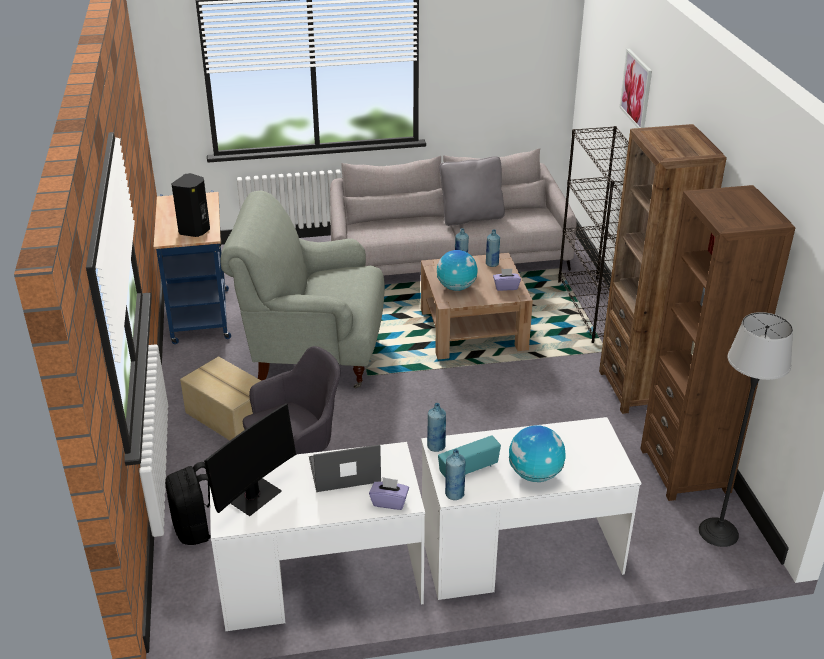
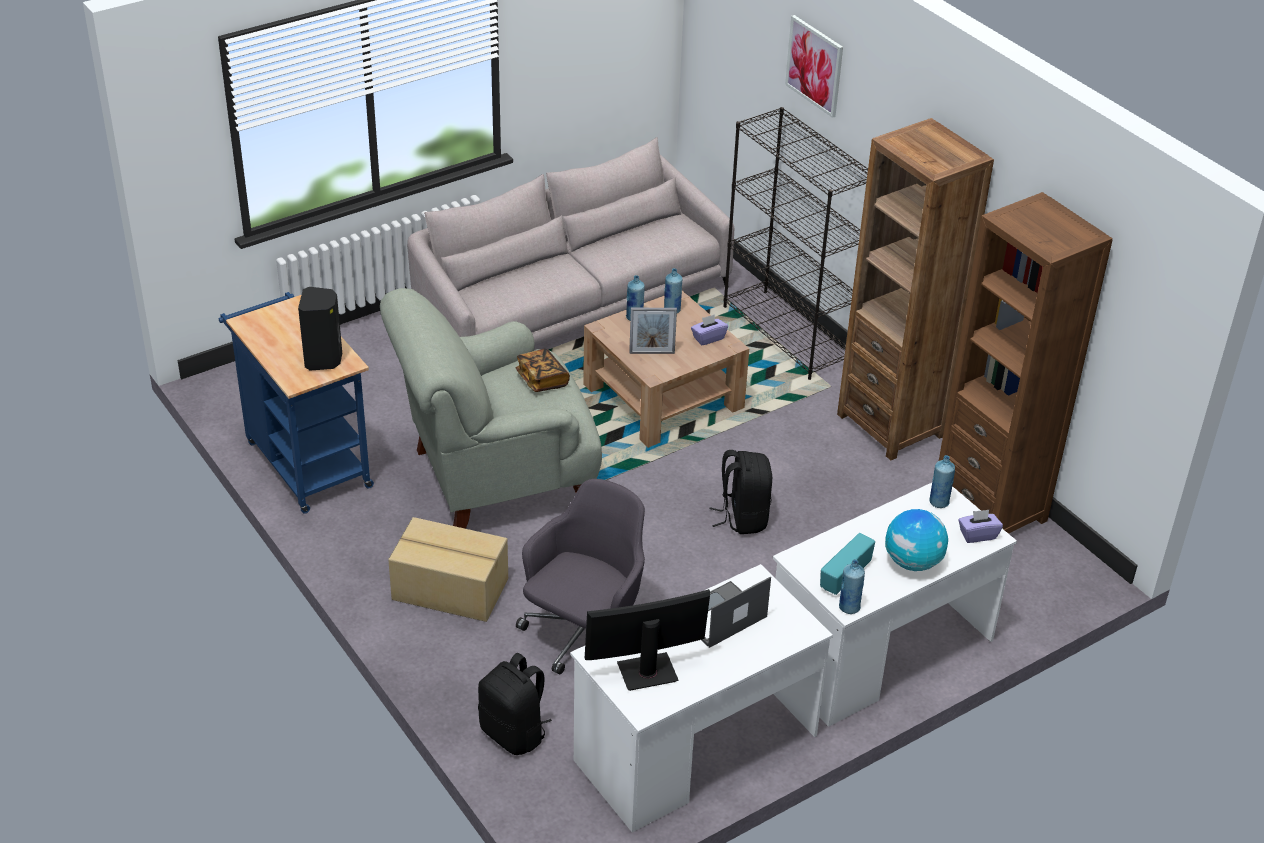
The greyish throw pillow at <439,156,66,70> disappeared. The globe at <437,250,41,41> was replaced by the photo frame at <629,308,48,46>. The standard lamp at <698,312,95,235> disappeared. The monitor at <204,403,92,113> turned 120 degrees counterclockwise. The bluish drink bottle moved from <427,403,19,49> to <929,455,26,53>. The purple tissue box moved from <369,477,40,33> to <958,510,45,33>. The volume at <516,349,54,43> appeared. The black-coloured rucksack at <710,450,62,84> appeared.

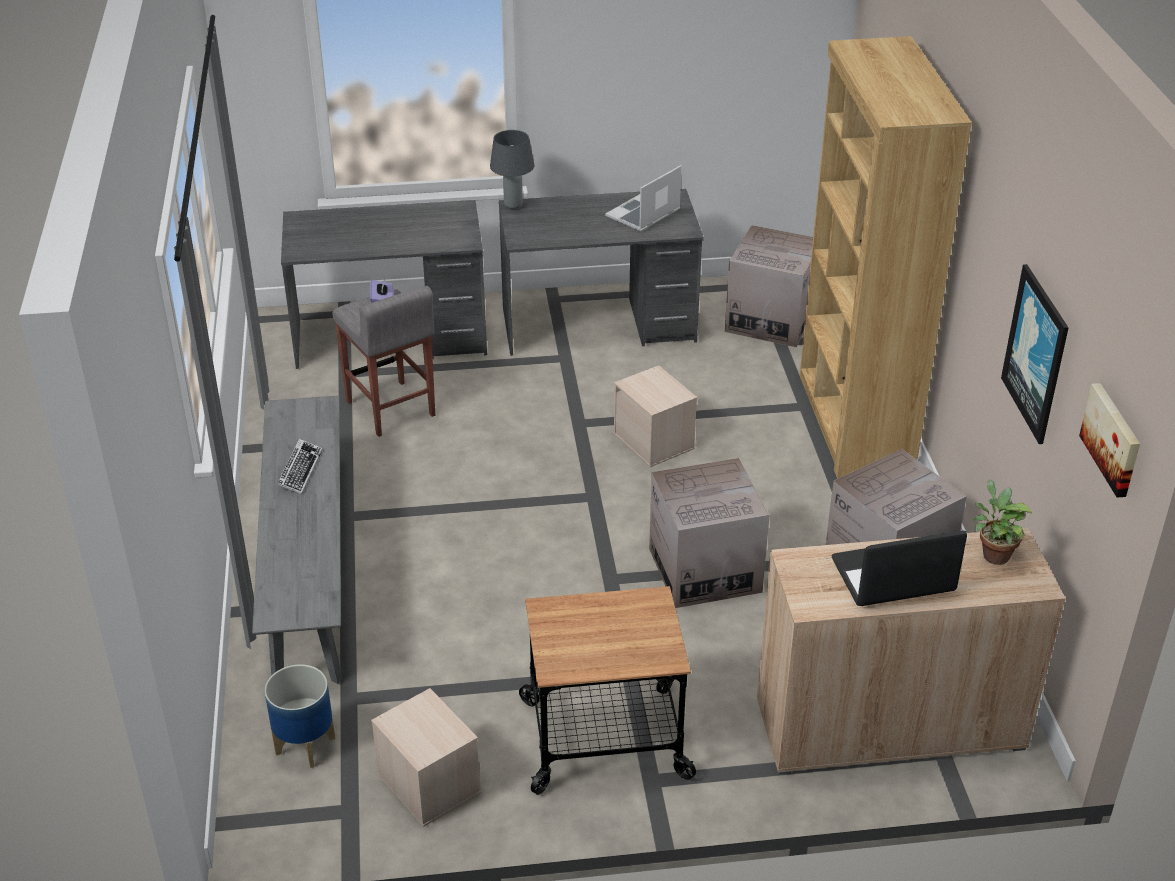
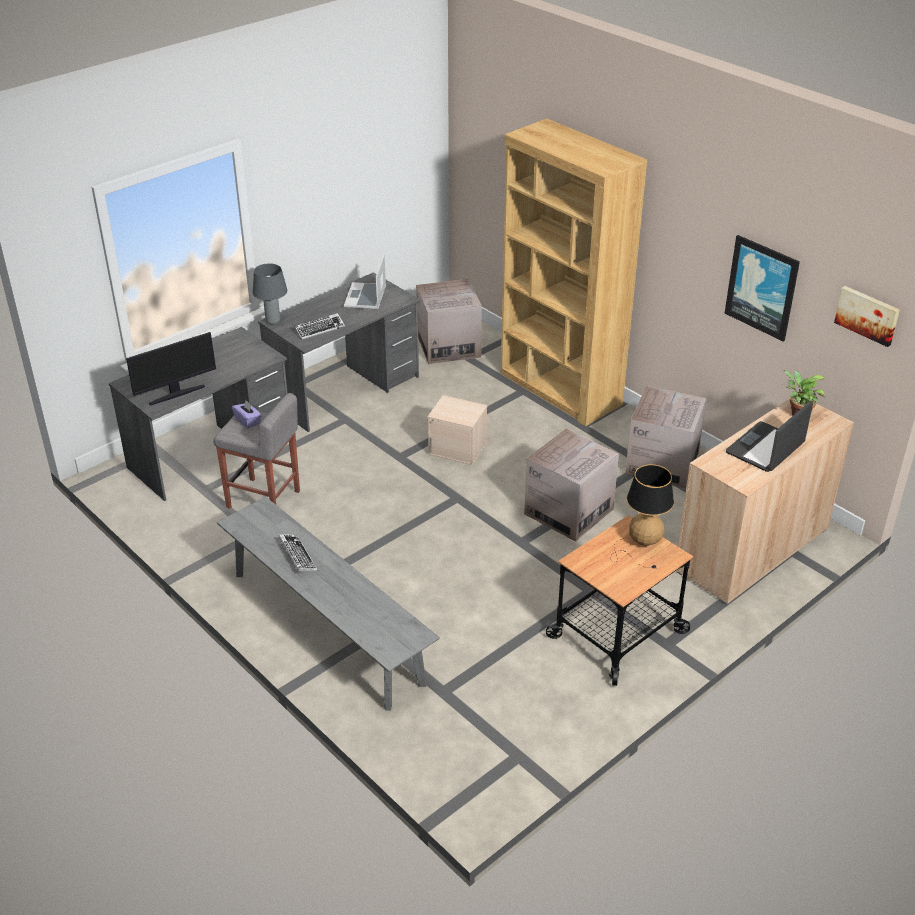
The flower pot at <265,664,70,104> disappeared. The beige-coloured storage container at <371,688,110,139> disappeared. The computer keyboard at <294,313,51,27> appeared. The monitor at <126,332,90,74> appeared. The lamp for a table at <610,464,64,104> appeared.

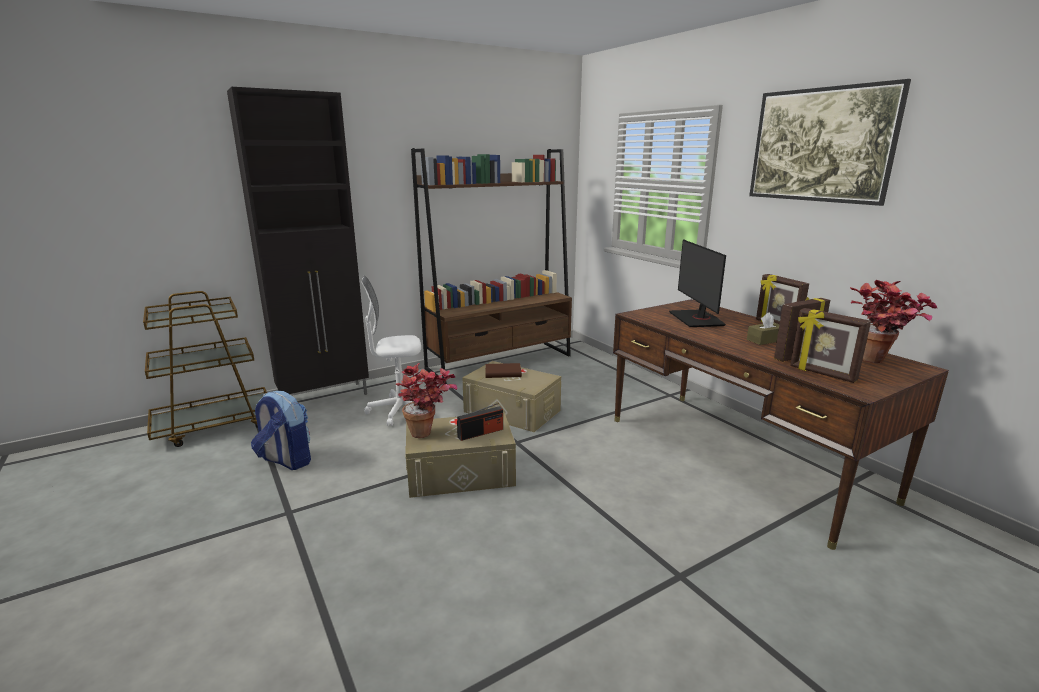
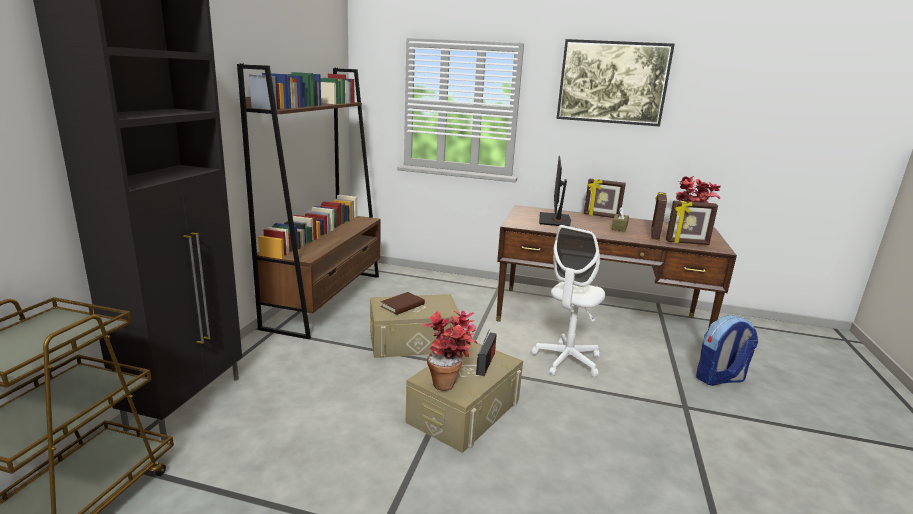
The monitor at <669,240,57,87> turned 60 degrees clockwise. The whitish desk chair moved from <361,276,60,150> to <532,225,73,152>. The rucksack moved from <251,391,60,79> to <696,315,62,71>.

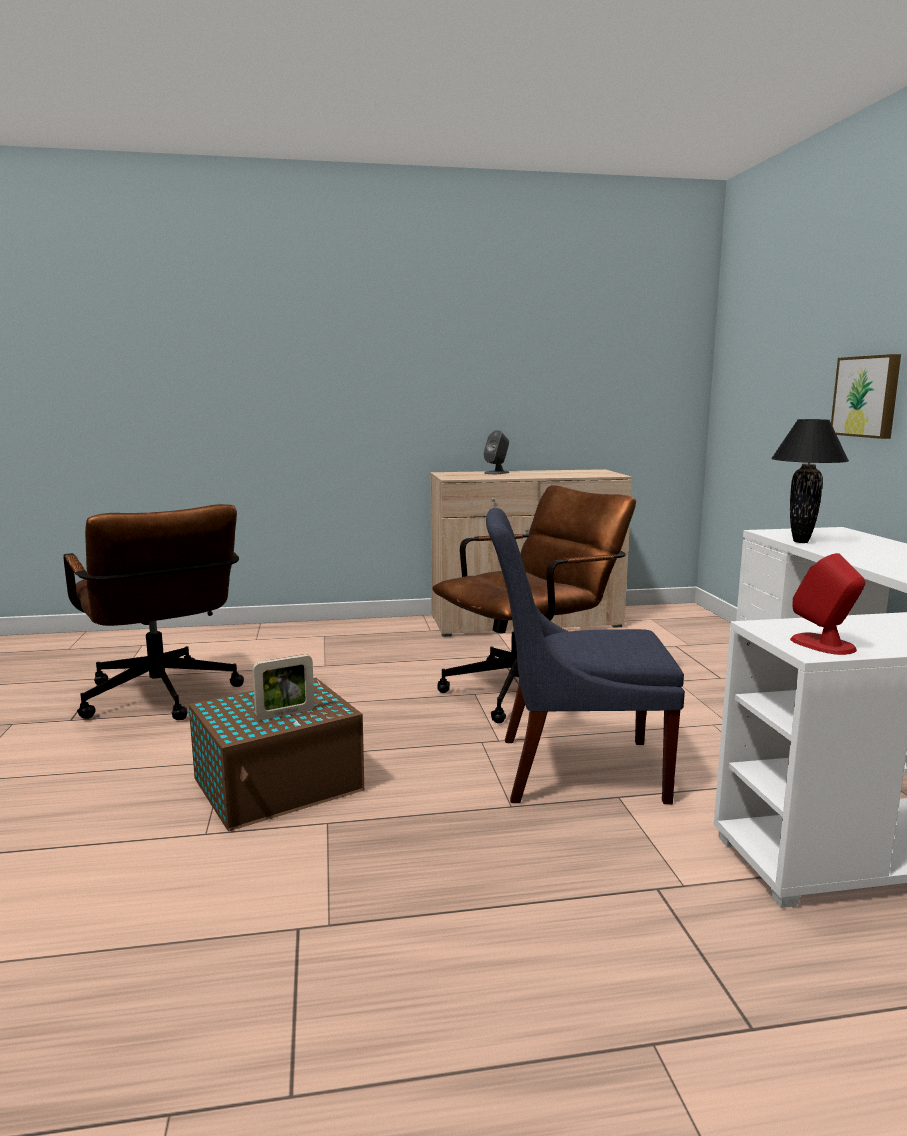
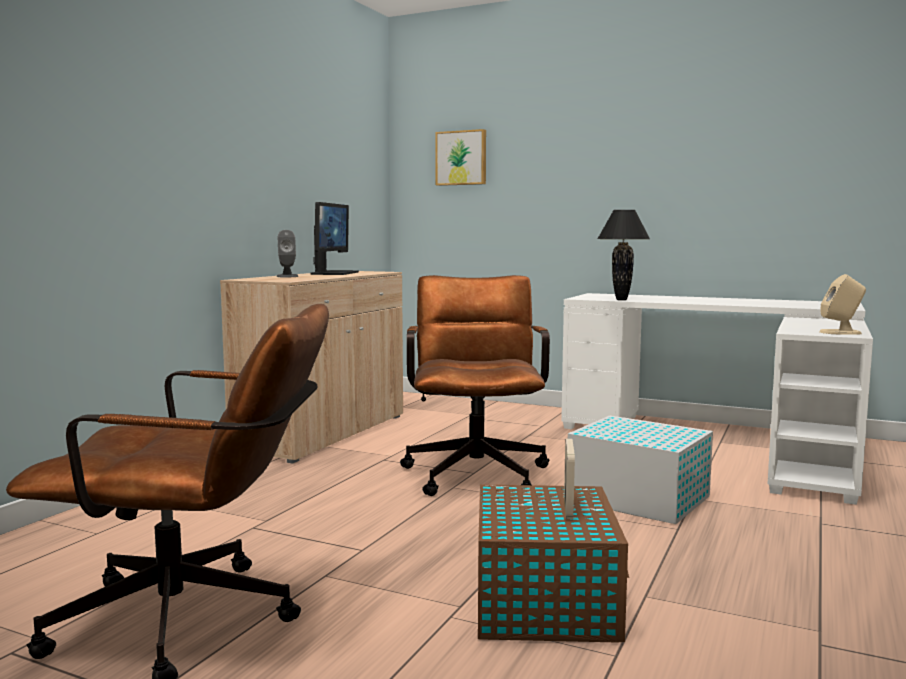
The wall picture moved from <831,354,70,85> to <435,129,51,57>. The bluish upright chair at <486,508,199,296> was replaced by the whitish storage container at <568,415,145,109>. The red speaker at <790,553,75,102> became the beige-coloured speaker at <819,274,47,61>. The monitor at <311,202,48,73> appeared.

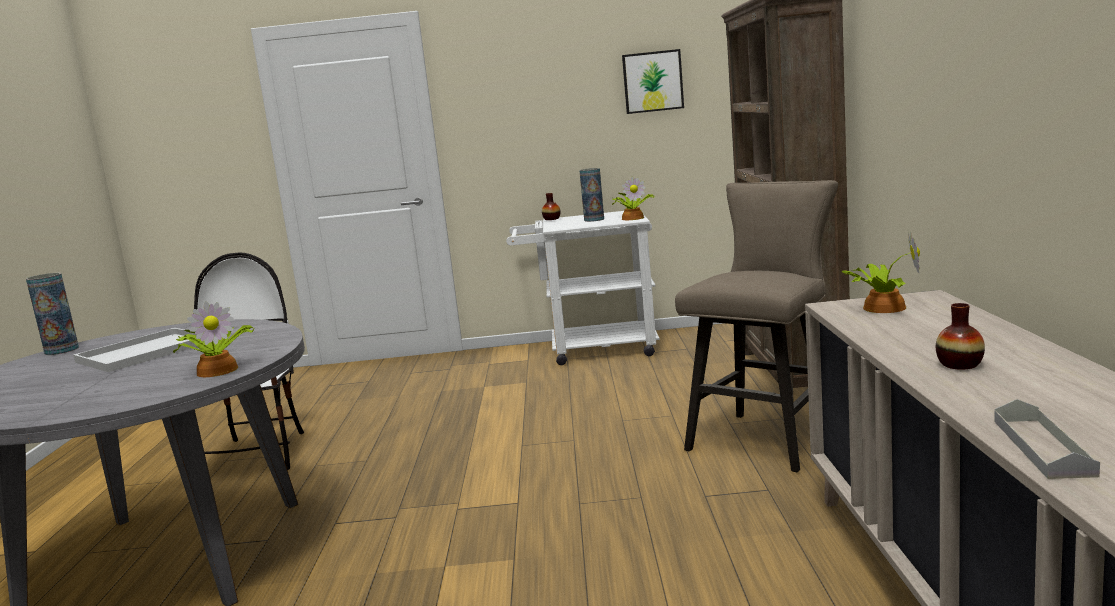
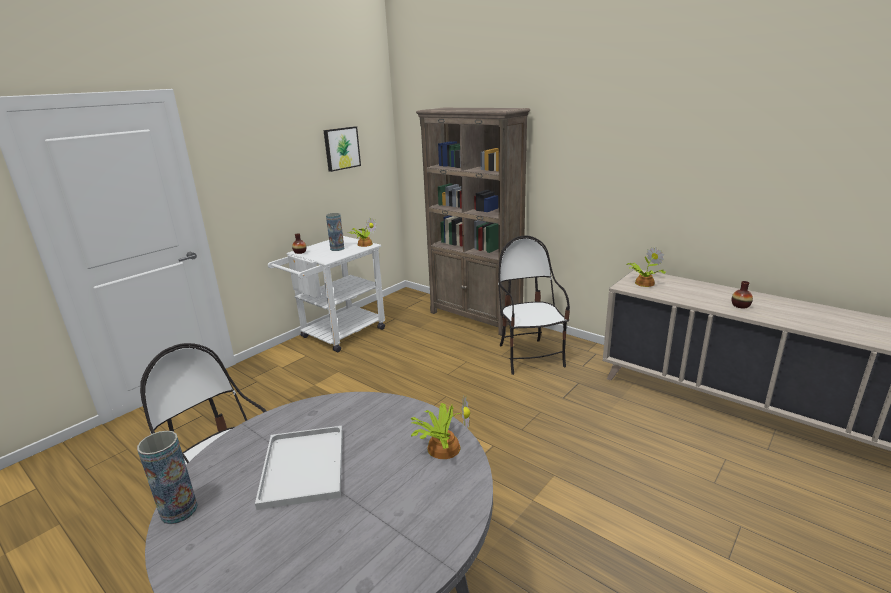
The beige-coloured stool at <675,180,163,292> was replaced by the upright chair at <498,235,72,140>. The greyish tray at <994,399,106,80> disappeared.

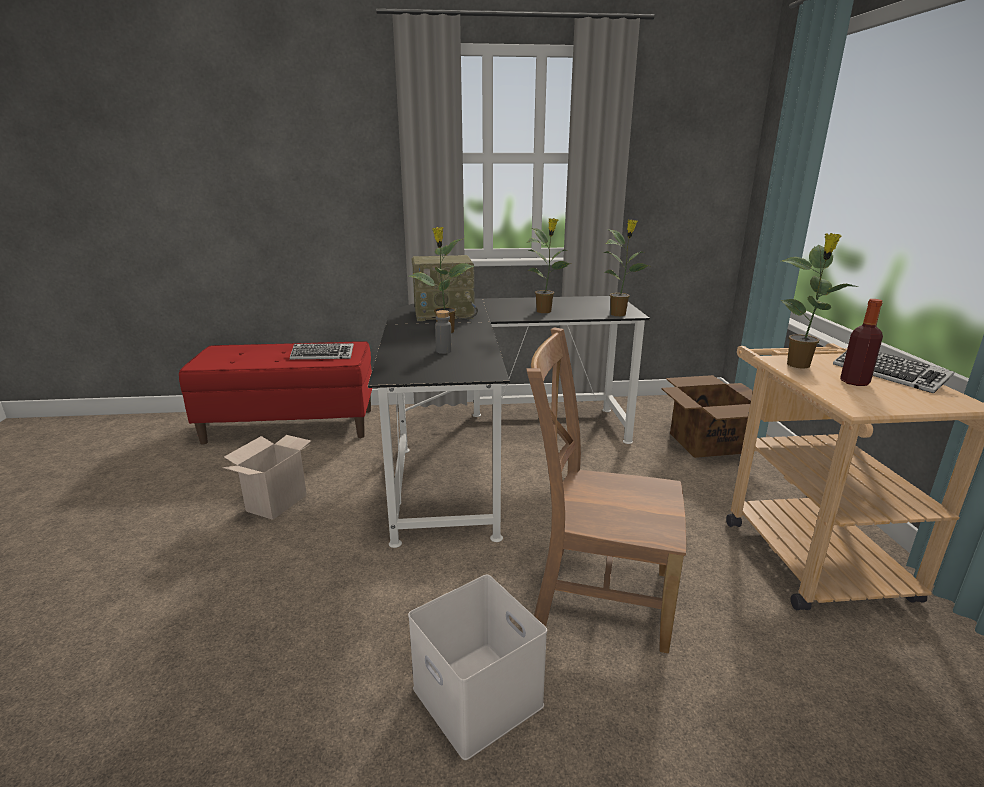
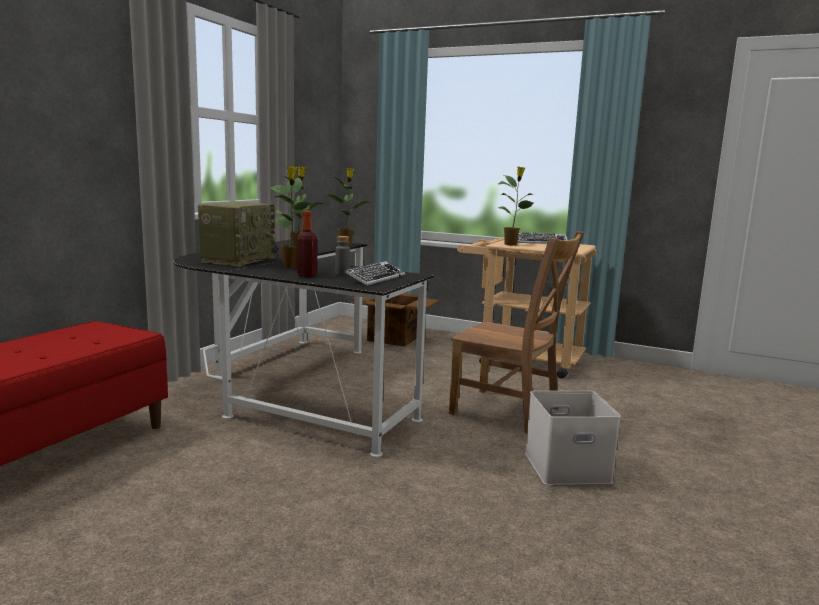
The drink bottle moved from <840,299,43,87> to <297,211,20,66>. The brownish upright chair at <526,328,160,326> turned 105 degrees counterclockwise. The computer keyboard moved from <290,343,64,16> to <345,261,60,25>. The carton at <222,435,89,85> disappeared.

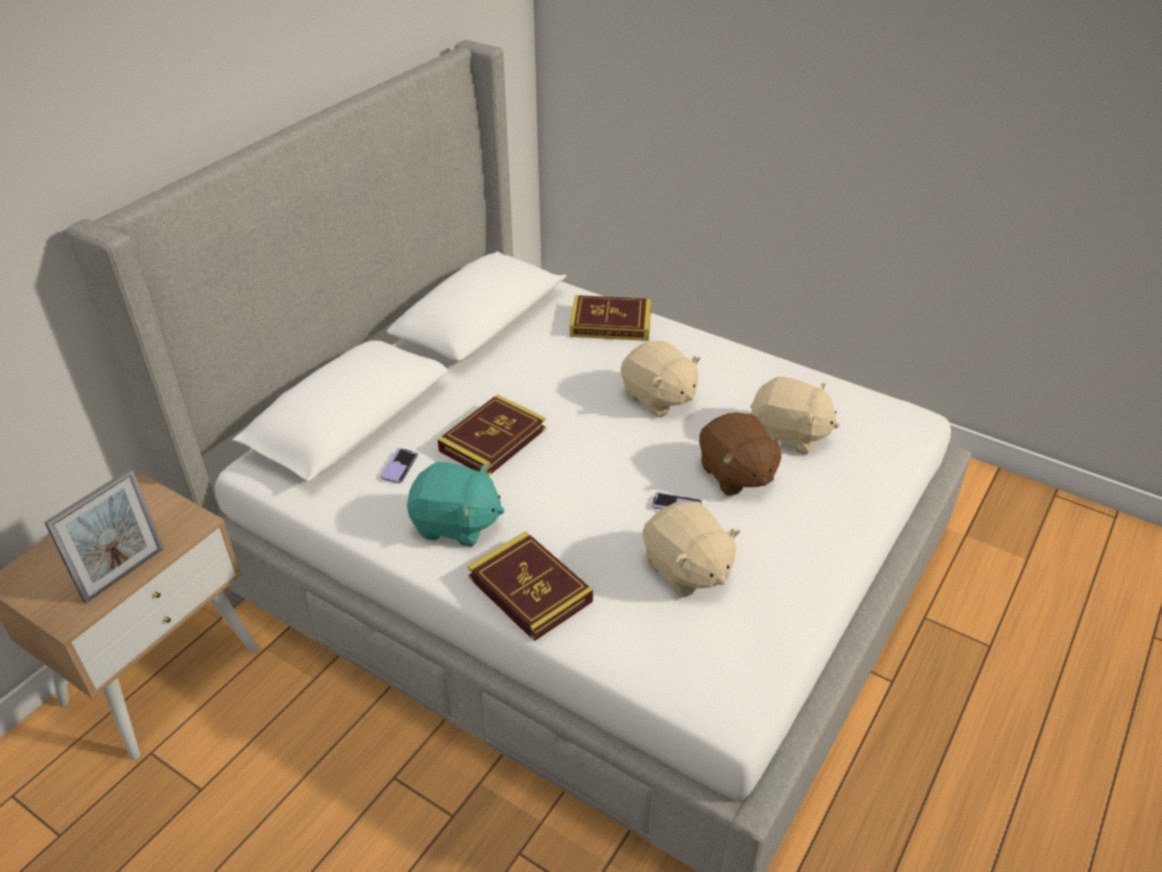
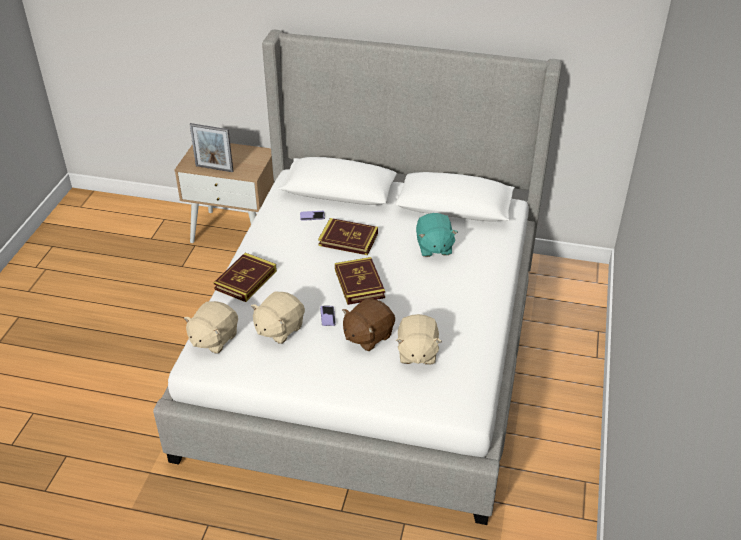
The volume moved from <570,295,81,46> to <335,257,50,48>. The beige-coloured cuddly toy moved from <621,341,79,76> to <184,301,54,53>. The turquoise-coloured cuddly toy moved from <407,462,98,85> to <416,213,42,44>.

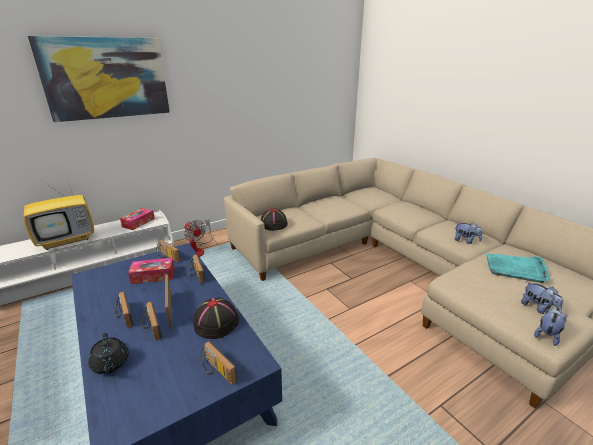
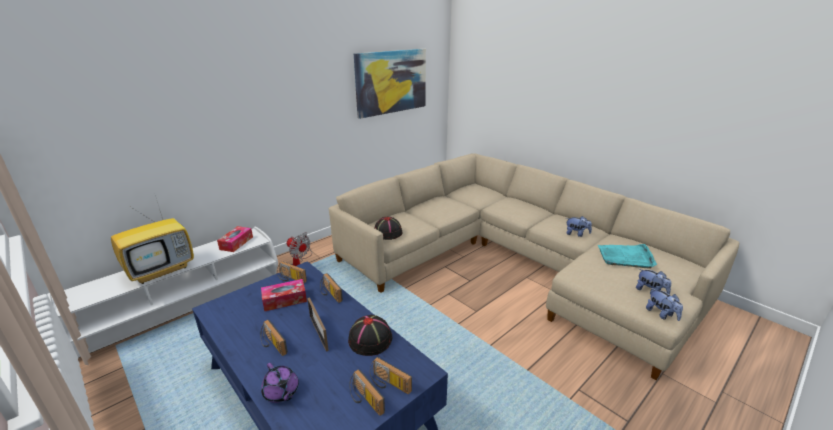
The wall picture moved from <28,36,142,86> to <354,49,72,70>. The radio moved from <141,302,21,39> to <349,369,36,47>. The cuddly toy at <534,307,33,39> turned 120 degrees clockwise. The black-coloured teapot at <88,333,41,41> became the purple teapot at <261,363,38,40>.

